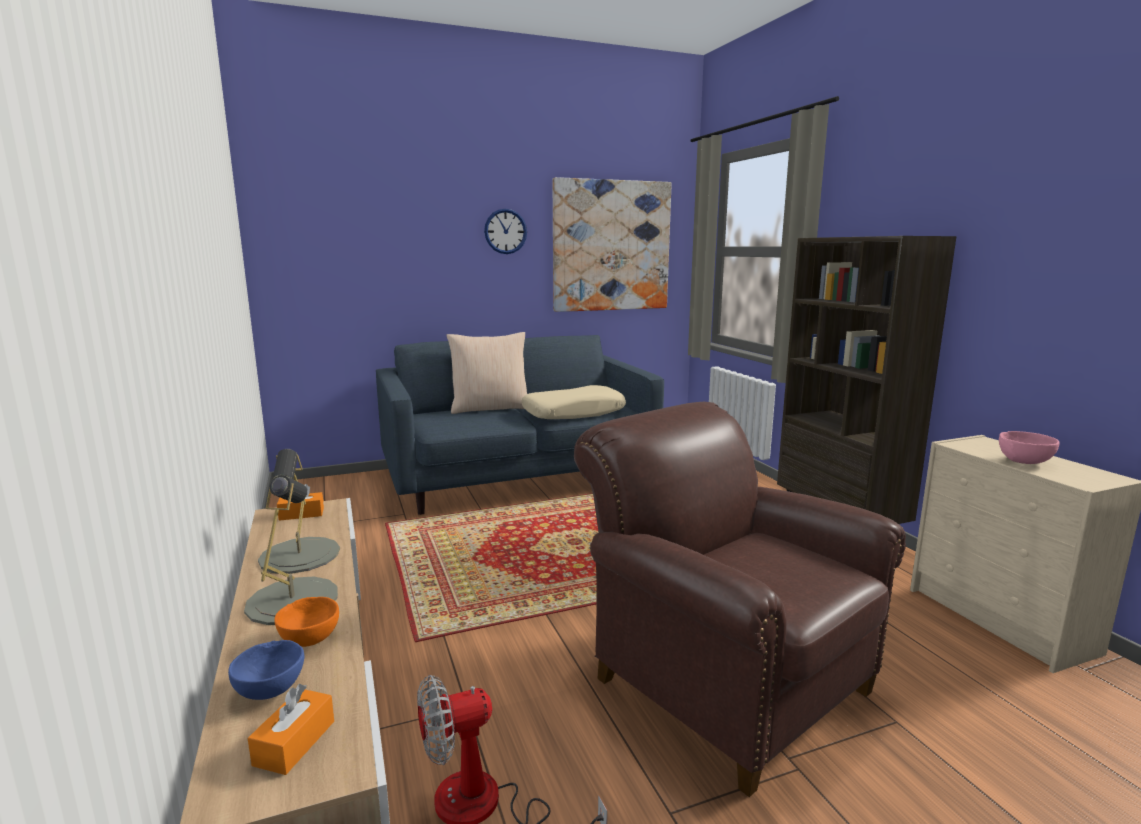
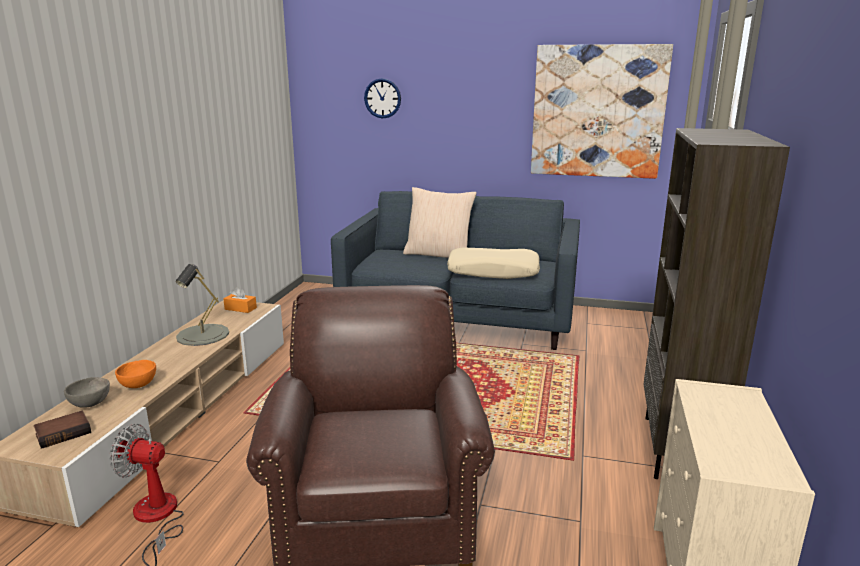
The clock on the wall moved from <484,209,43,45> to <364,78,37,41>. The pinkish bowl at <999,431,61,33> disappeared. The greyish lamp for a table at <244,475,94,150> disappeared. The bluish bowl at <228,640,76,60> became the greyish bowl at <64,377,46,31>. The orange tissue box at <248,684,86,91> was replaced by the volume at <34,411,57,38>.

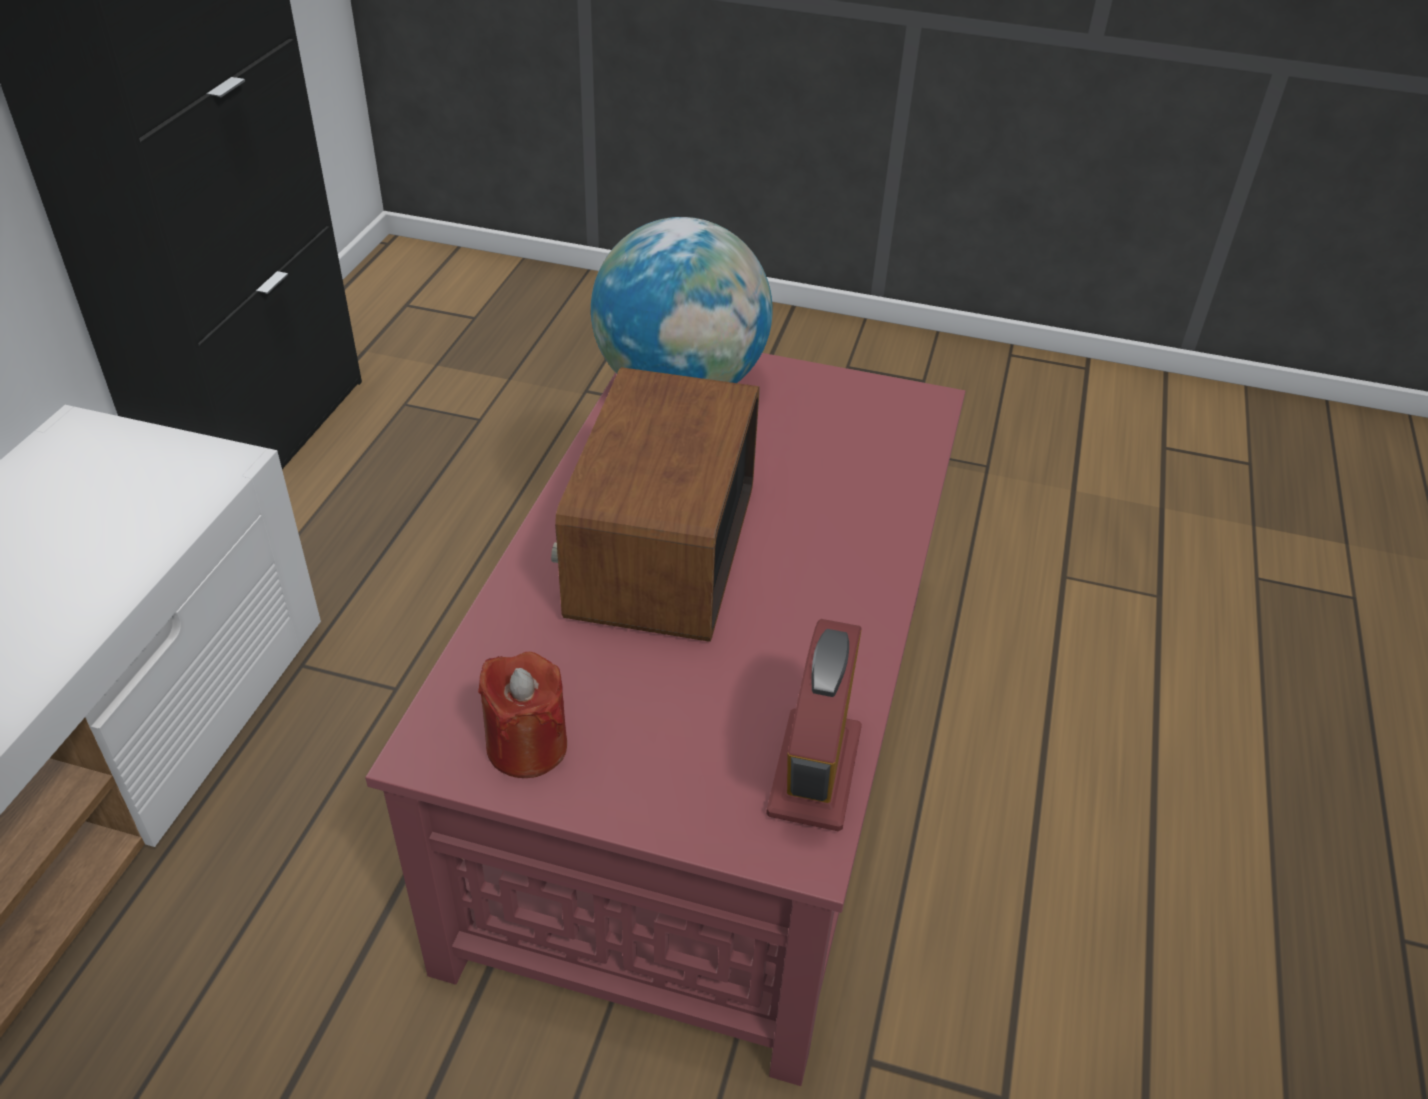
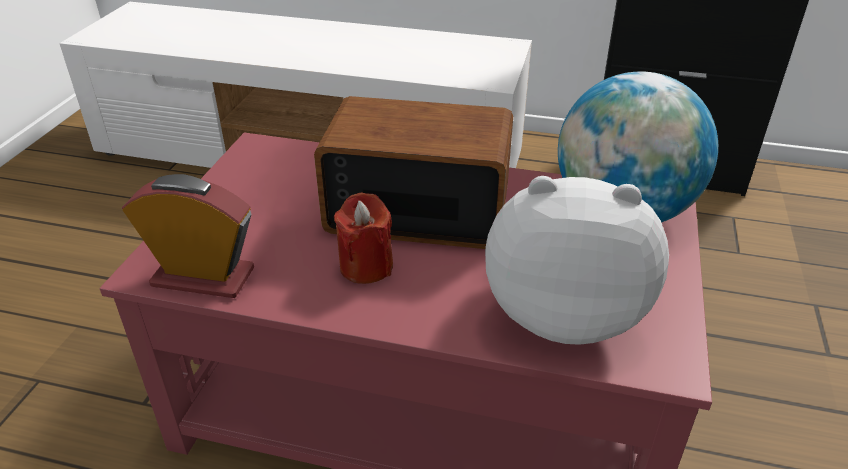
The red wax light moved from <478,652,89,126> to <334,193,59,91>. The cuddly toy at <485,176,184,169> appeared.

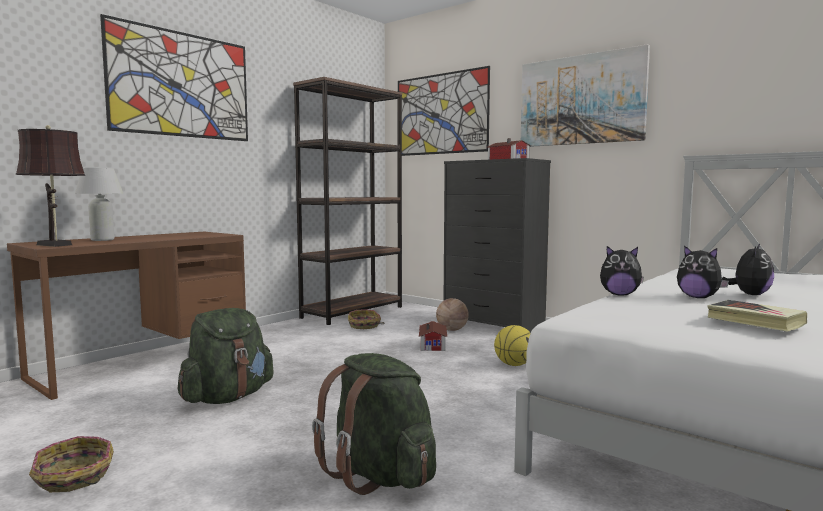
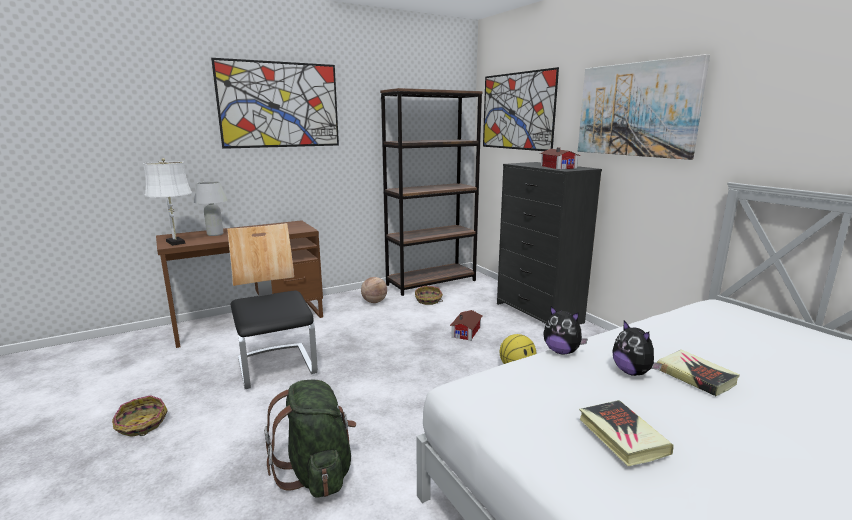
The brownish lamp for a table at <16,125,69,122> became the whitish lamp for a table at <143,158,49,88>. The cuddly toy at <722,244,52,51> was replaced by the volume at <657,350,83,46>. The ball for basketball moved from <436,298,33,33> to <361,277,26,26>. The greenish rucksack at <178,308,96,96> was replaced by the upright chair at <227,223,91,166>.

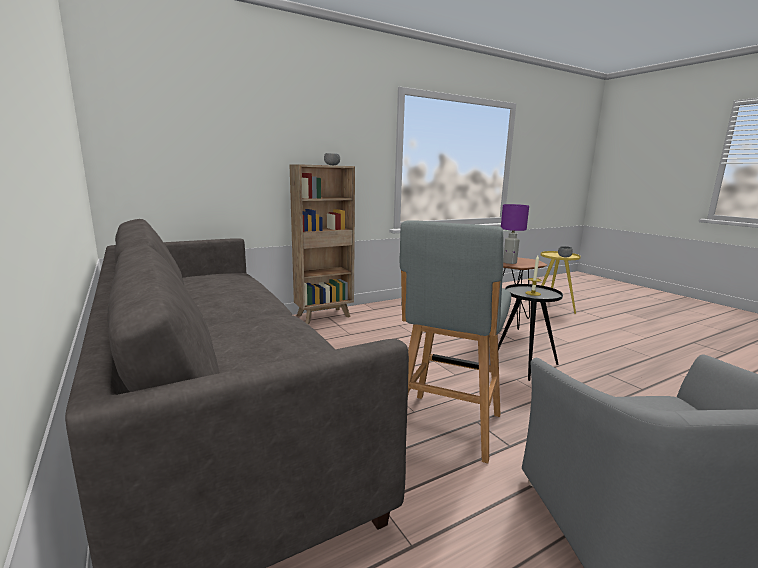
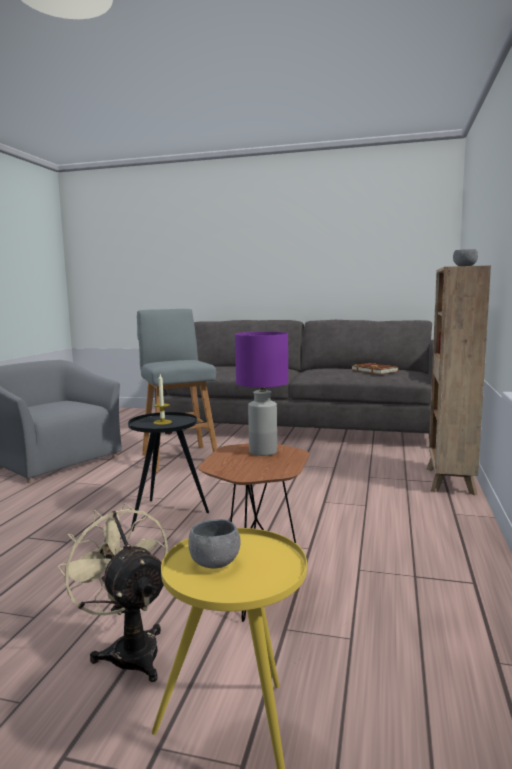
The brownish volume at <351,363,48,12> appeared. The beige-coloured cooling fan at <58,504,110,178> appeared.

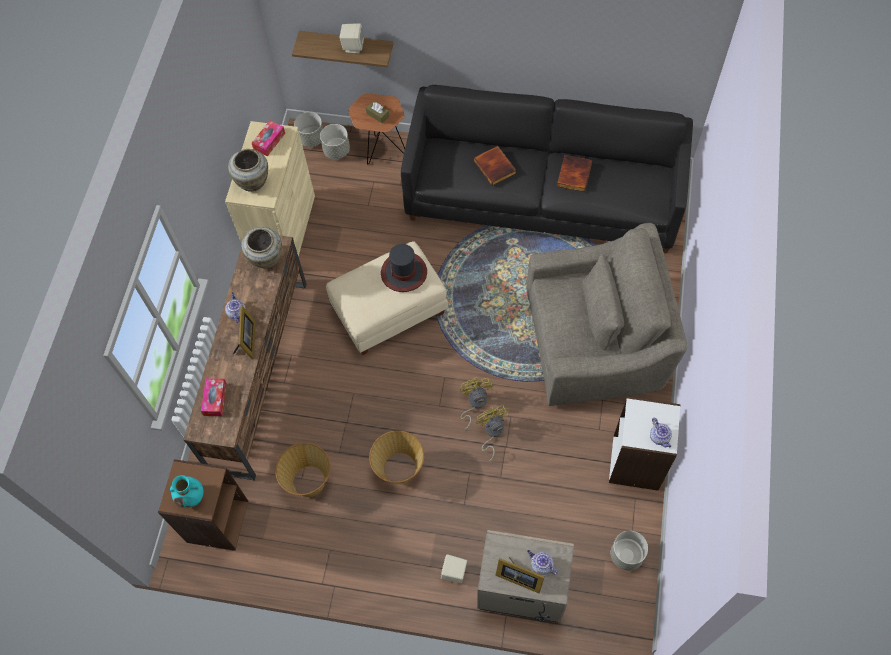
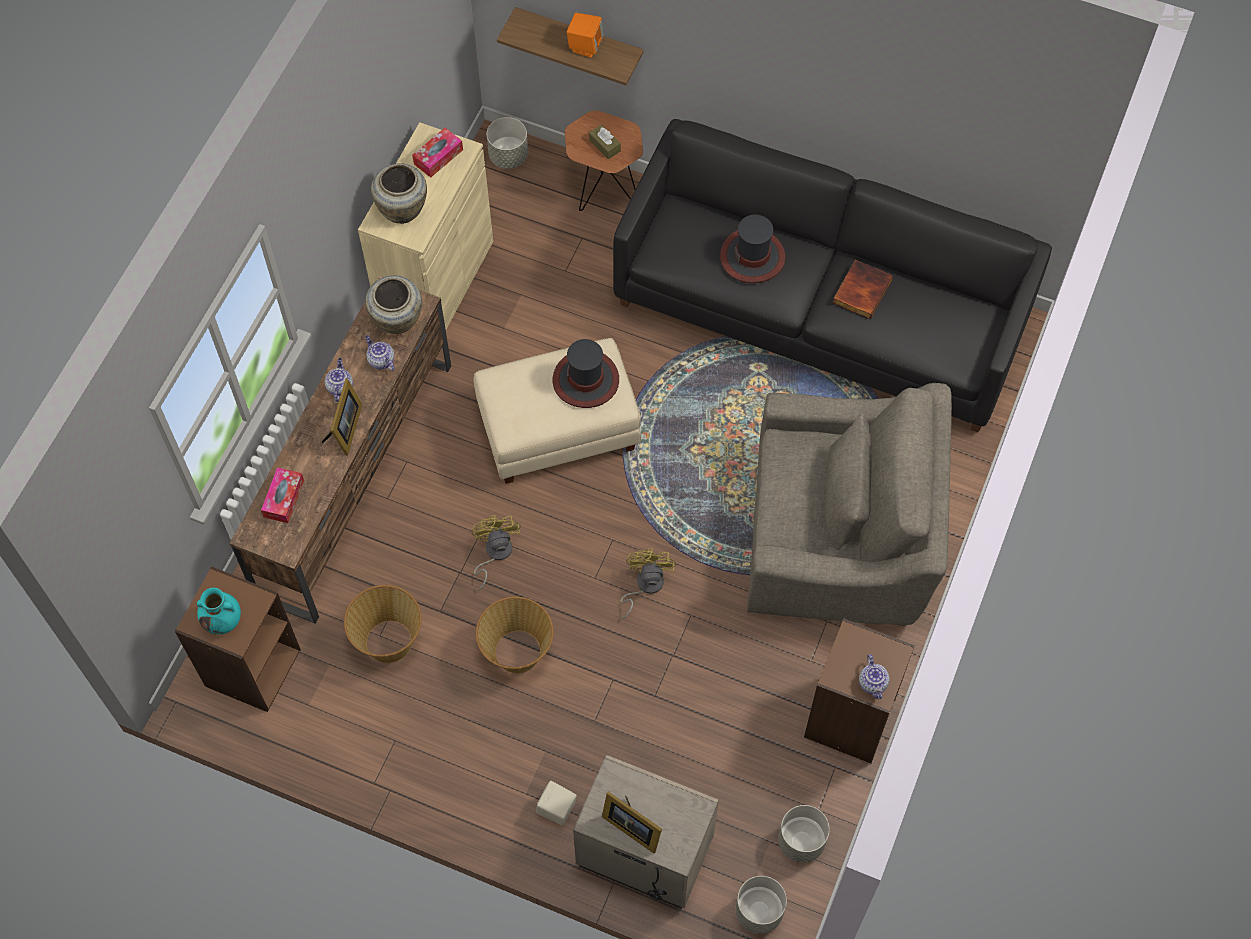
The beige-coloured speaker at <339,23,25,31> became the orange speaker at <567,13,37,45>. The greyish flower pot moved from <320,124,30,35> to <736,876,51,58>. The volume at <474,146,42,40> was replaced by the hat at <720,215,65,68>. The whitish bookshelf at <609,397,72,94> became the brownish bookshelf at <804,618,111,145>. The yellow cooling fan moved from <476,405,33,56> to <471,515,50,75>. The teapot moved from <527,550,31,25> to <365,335,30,36>.

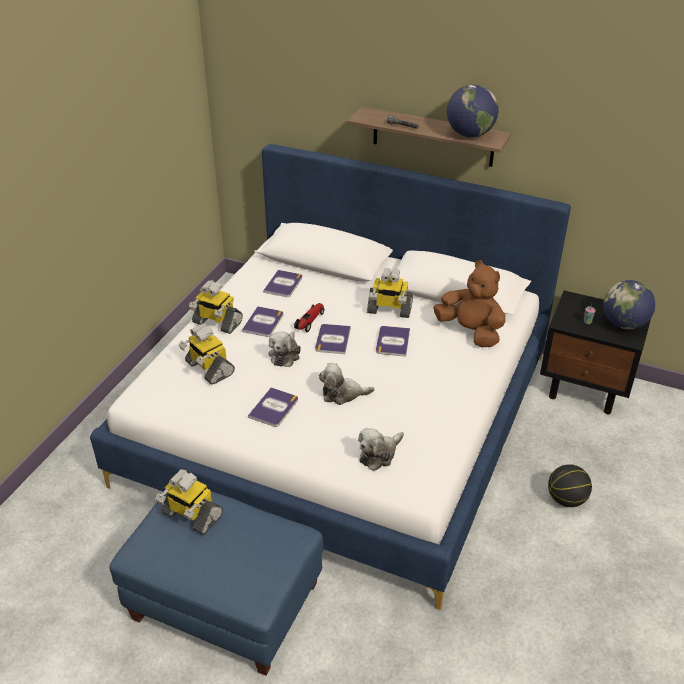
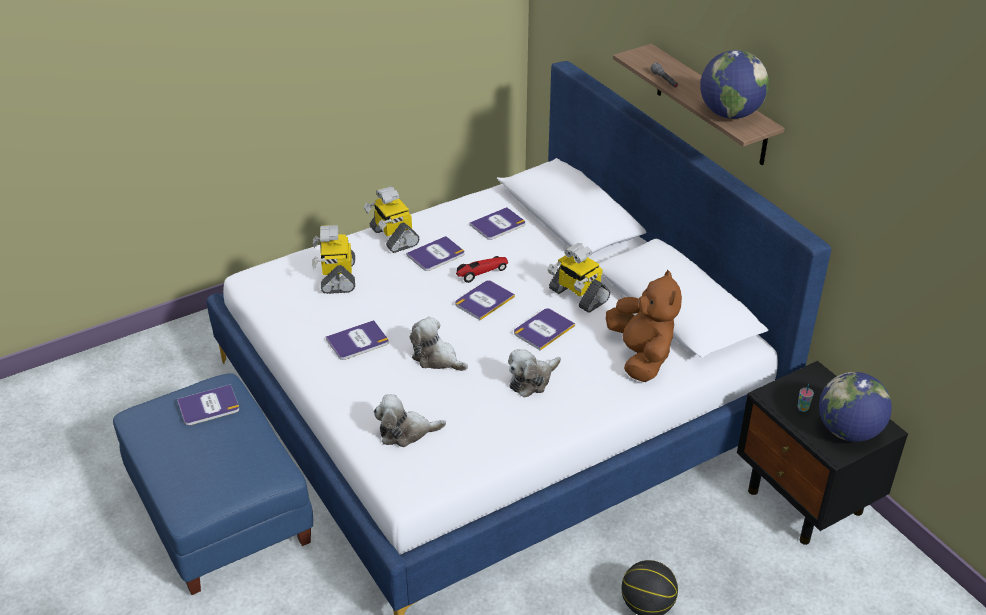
The cuddly toy moved from <268,331,33,36> to <508,349,53,49>. The toy robot at <155,469,68,66> was replaced by the volume at <177,384,62,42>.

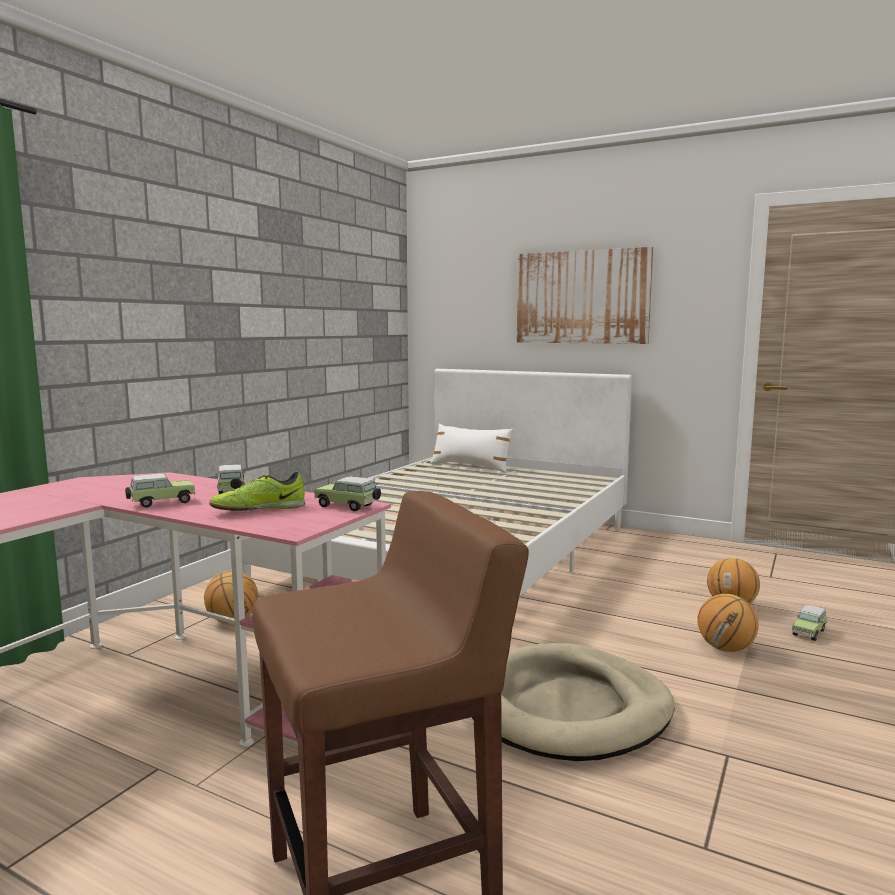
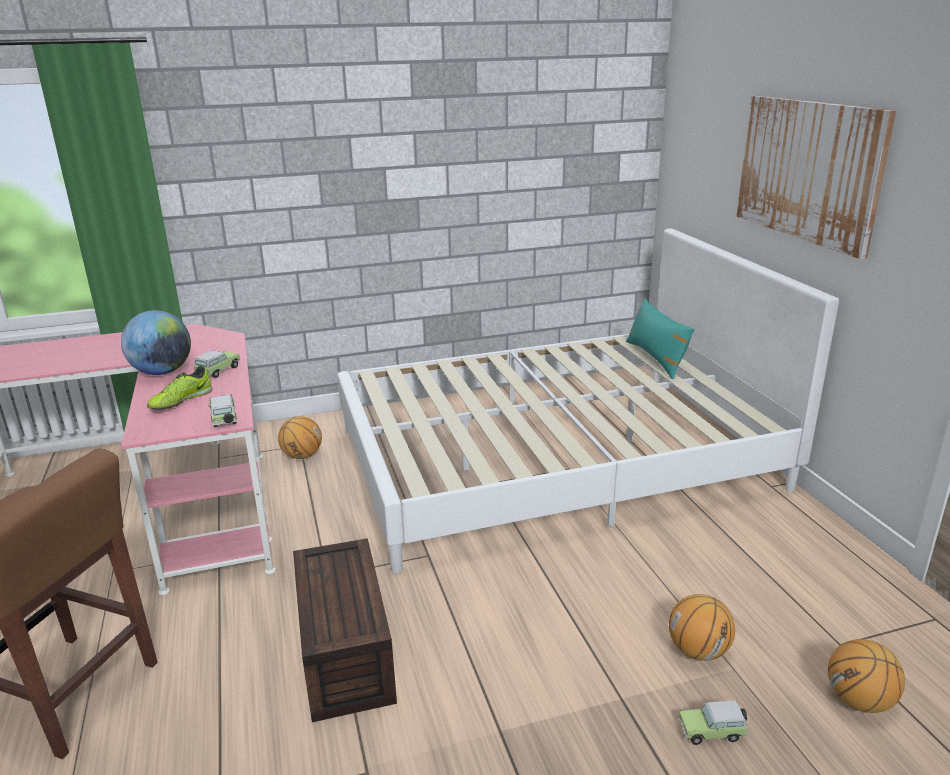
The whitish throw pillow at <430,424,83,49> became the turquoise-coloured throw pillow at <626,298,69,81>. The shoe at <209,472,96,39> turned 75 degrees counterclockwise. The toy car at <125,473,70,35> was replaced by the globe at <121,310,70,65>. The ball for basketball moved from <697,594,62,58> to <828,639,77,74>. The beige-coloured pet bed at <471,643,204,118> was replaced by the brownish storage container at <293,538,104,184>.

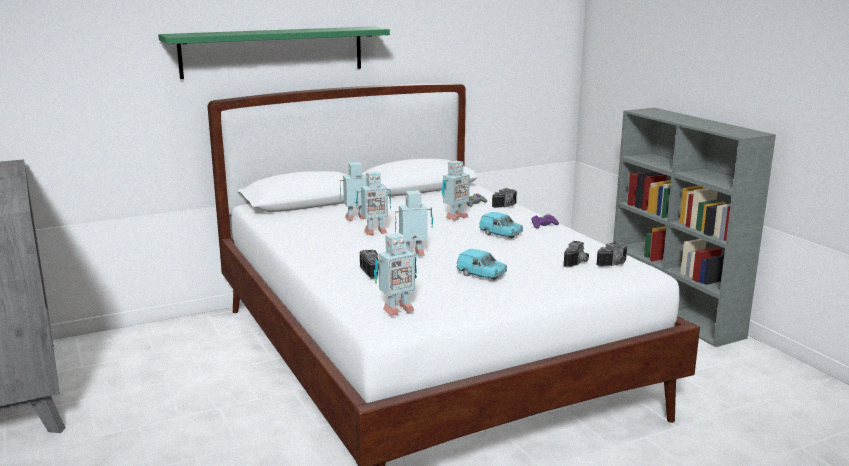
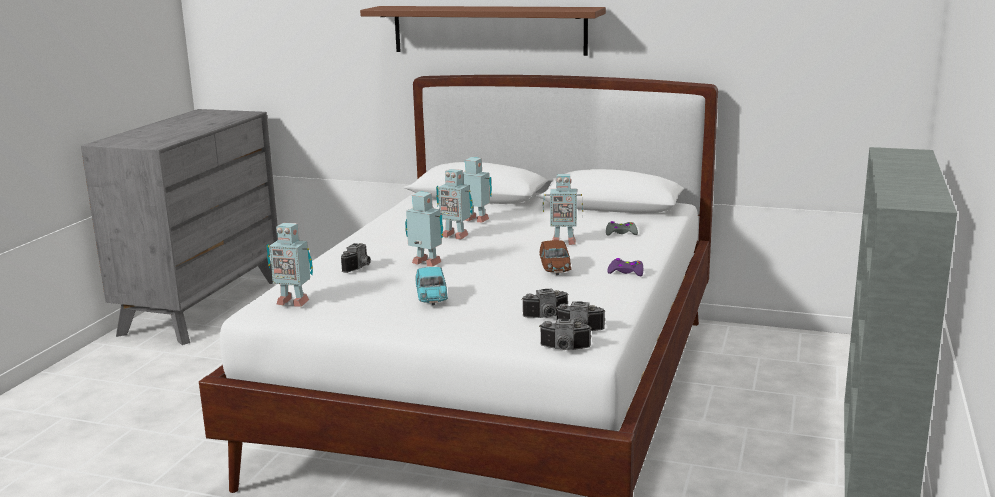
The greenish bracket shelf at <158,26,232,53> became the brownish bracket shelf at <360,6,246,50>. The still camera moved from <492,188,25,20> to <540,319,51,31>. The turquoise-coloured toy car at <479,212,44,26> became the brownish toy car at <540,240,31,35>.

